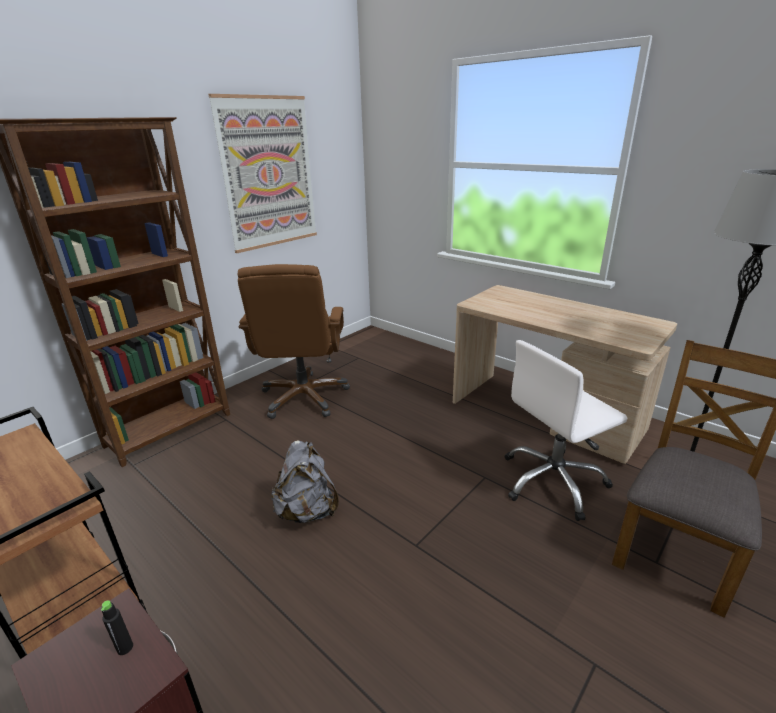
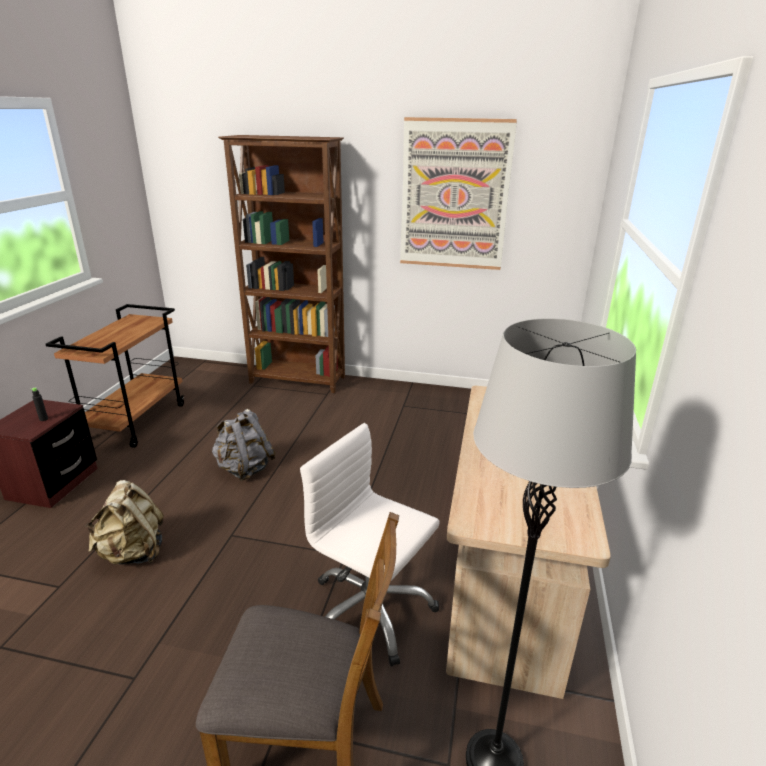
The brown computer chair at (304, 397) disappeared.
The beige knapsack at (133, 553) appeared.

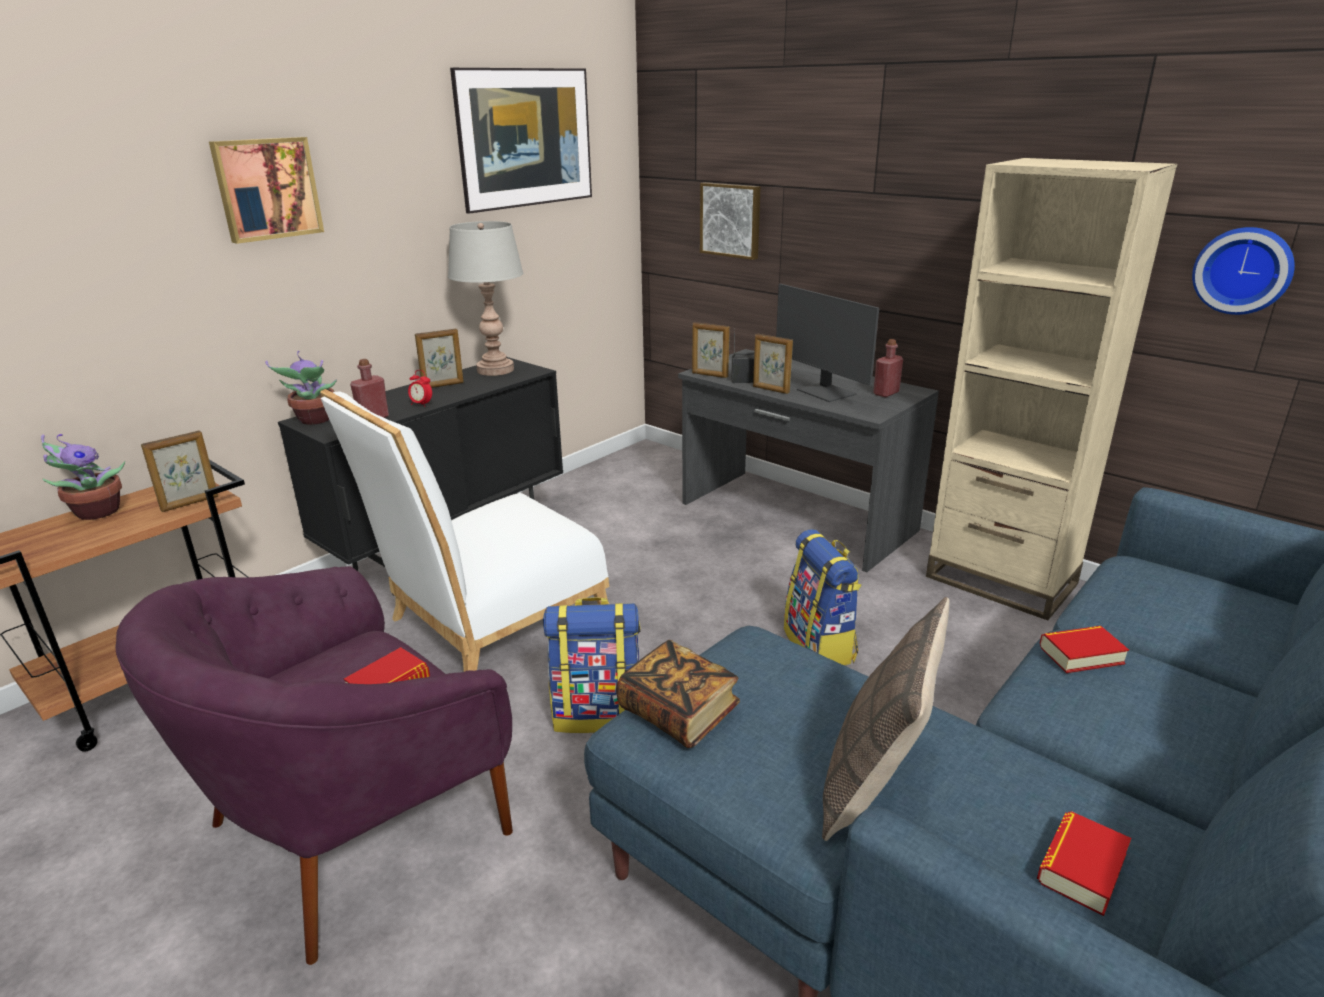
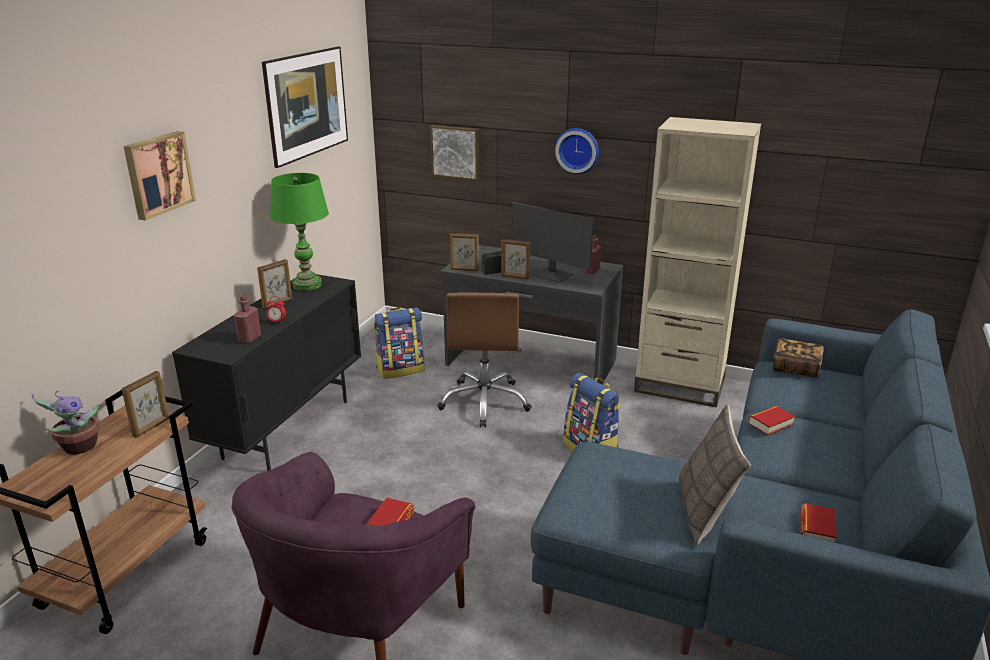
The grey table lamp at (495, 370) became the green table lamp at (307, 285).
The wall clock moved from (1243, 270) to (577, 150).
The plant in a pot at (314, 420) disappeared.
The whitish upright chair at (489, 622) disappeared.
The knapsack moved from (598, 713) to (400, 369).
The volume moved from (678, 712) to (795, 368).
The brown computer chair at (485, 402) appeared.

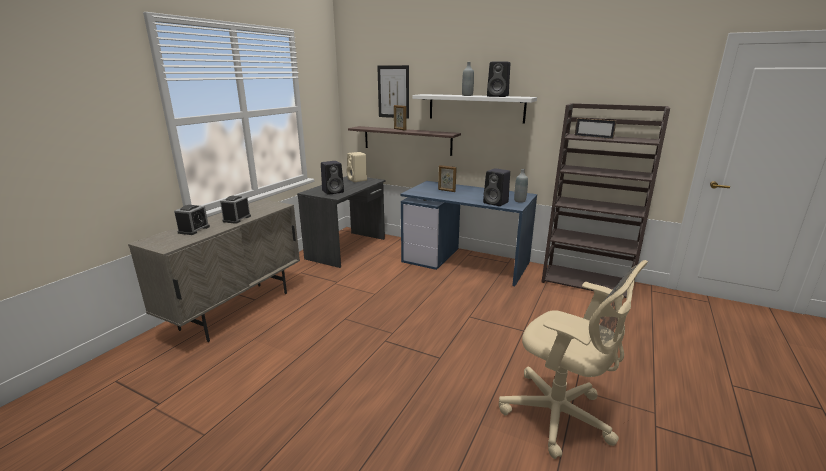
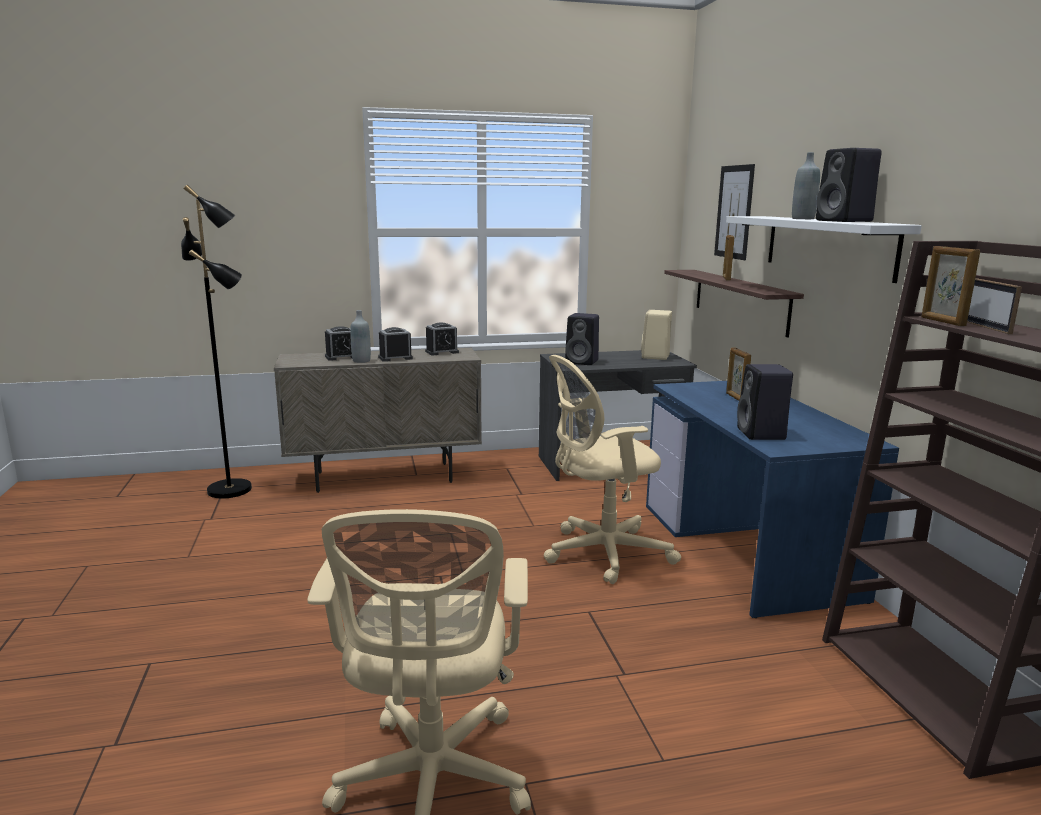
The grey beverage bottle moved from (519, 201) to (361, 361).
The blackish floor lamp at (231, 489) appeared.
The standing frame at (942, 321) appeared.
The bedside clock at (442, 352) appeared.
The beige computer chair at (601, 553) appeared.

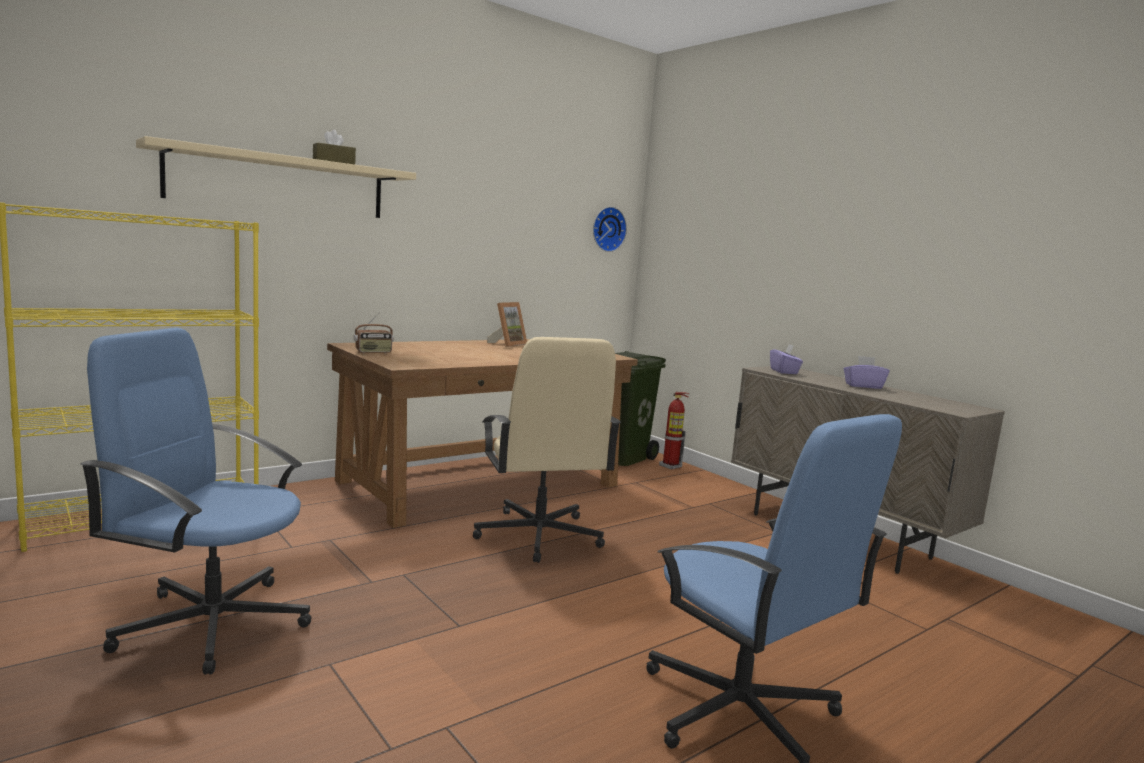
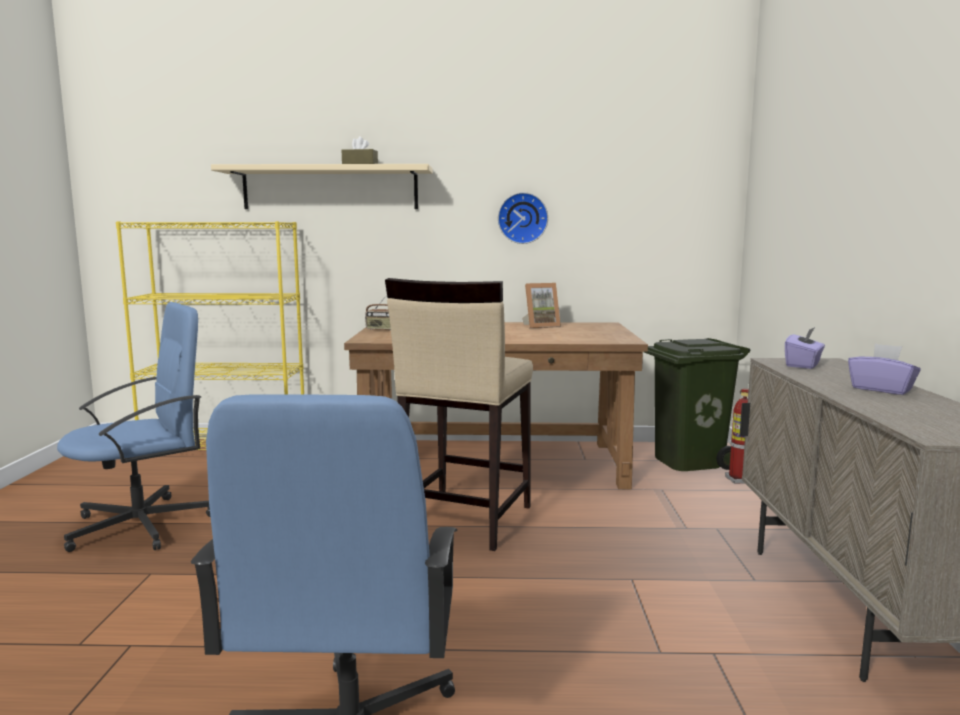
The wall clock moved from (607, 229) to (522, 218).
The blue-coloured computer chair at (211, 622) turned 90 degrees clockwise.
The beige computer chair at (538, 536) was replaced by the beige stool seat at (463, 519).

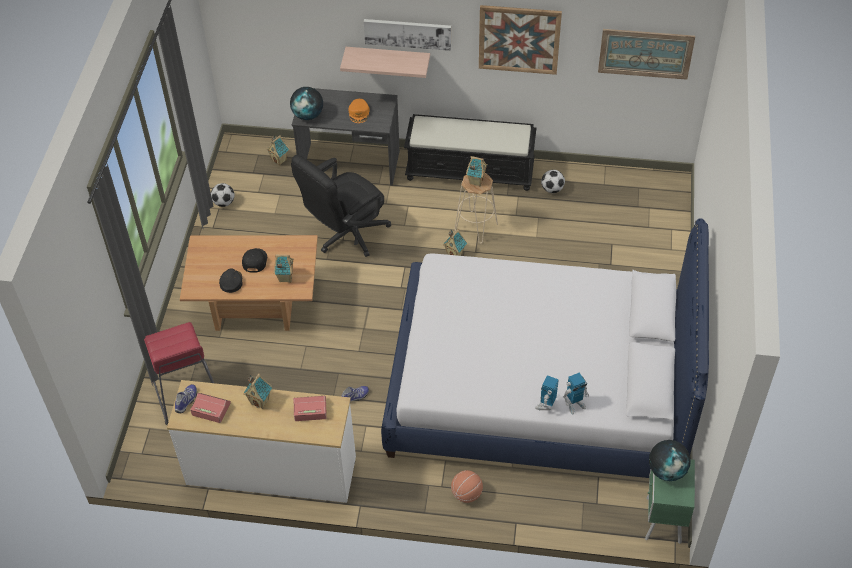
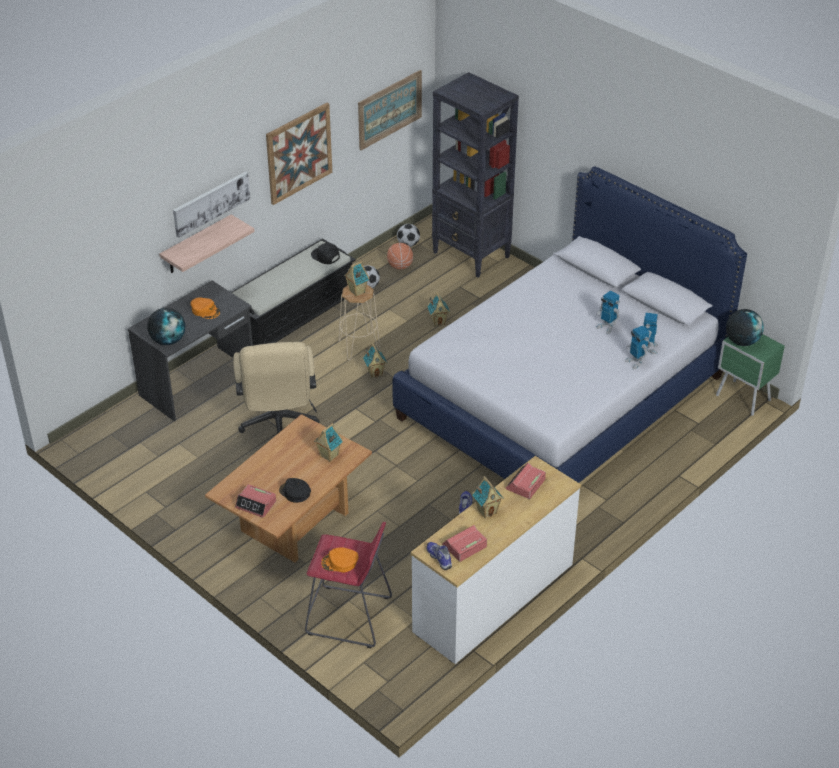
The miniature house moved from (279, 160) to (438, 322).
The blackish computer chair at (345, 235) became the beige computer chair at (278, 426).
The ball for football moved from (224, 203) to (408, 244).
The blackish peaked cap moved from (254, 261) to (325, 256).
The ball for basketball moved from (466, 494) to (400, 266).
The blackish shelving unit at (471, 255) appeared.
The toy robot at (606, 327) appeared.
The bedside clock at (256, 504) appeared.
The orange-coloured peaked cap at (339, 563) appeared.

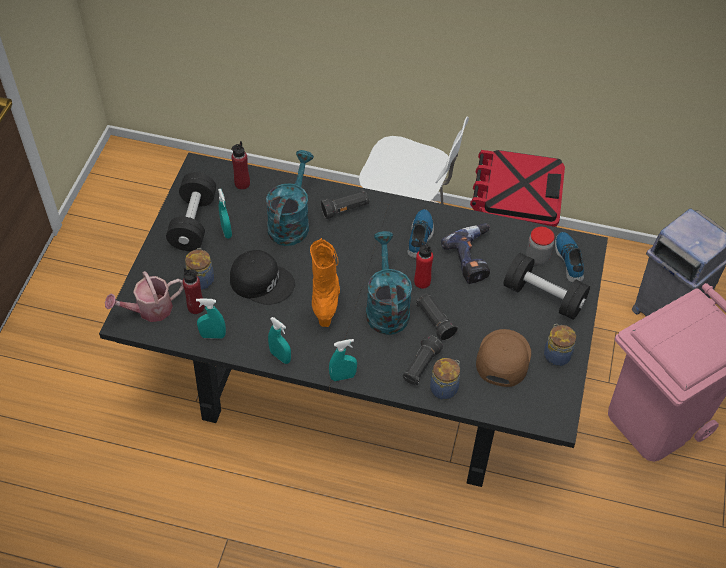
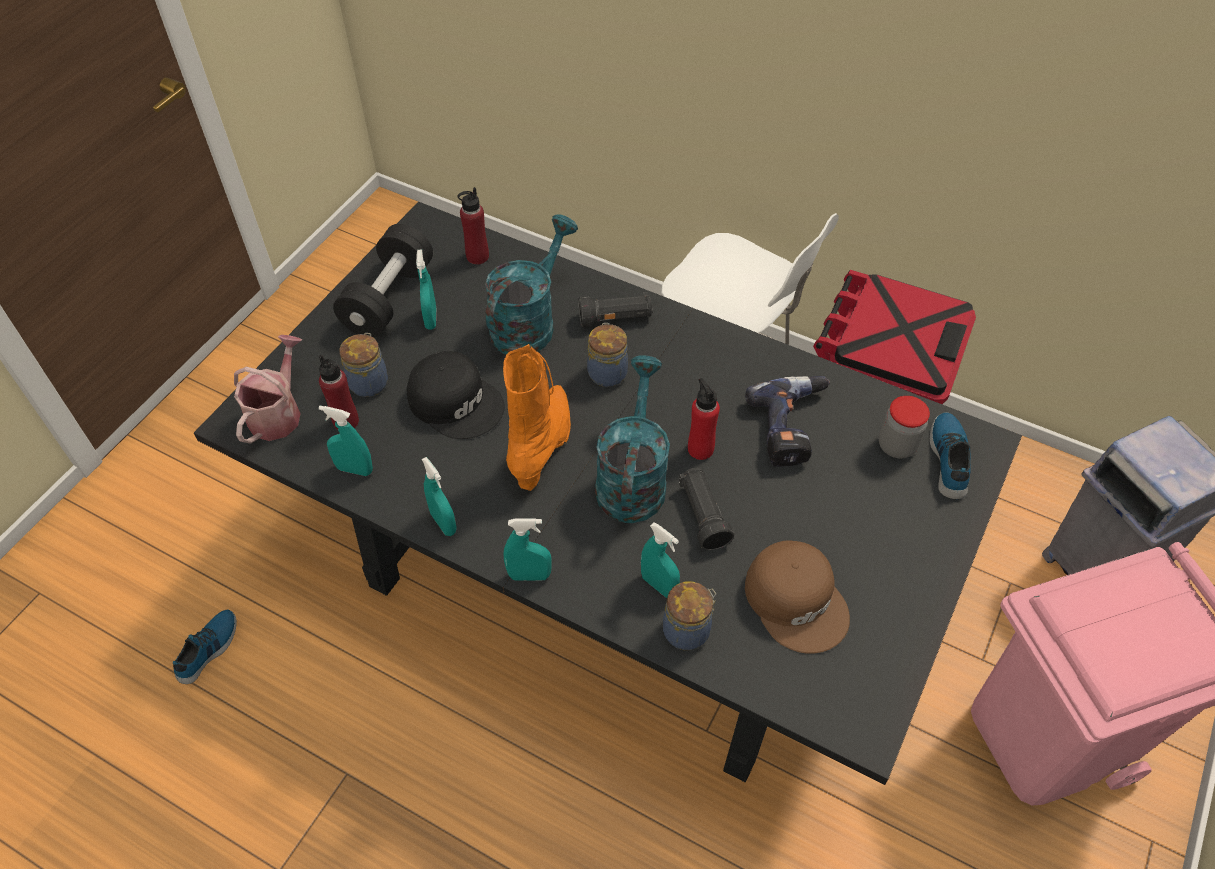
The low shoe moved from (421, 236) to (209, 649).
The blackish free weight at (543, 297) disappeared.
The watering can at (149, 310) turned 120 degrees clockwise.
The jar moved from (556, 354) to (607, 372).
The brown peaked cap at (502, 358) turned 120 degrees clockwise.
The blackish torch at (420, 366) was replaced by the turquoise-coloured hand sprayer at (659, 585).

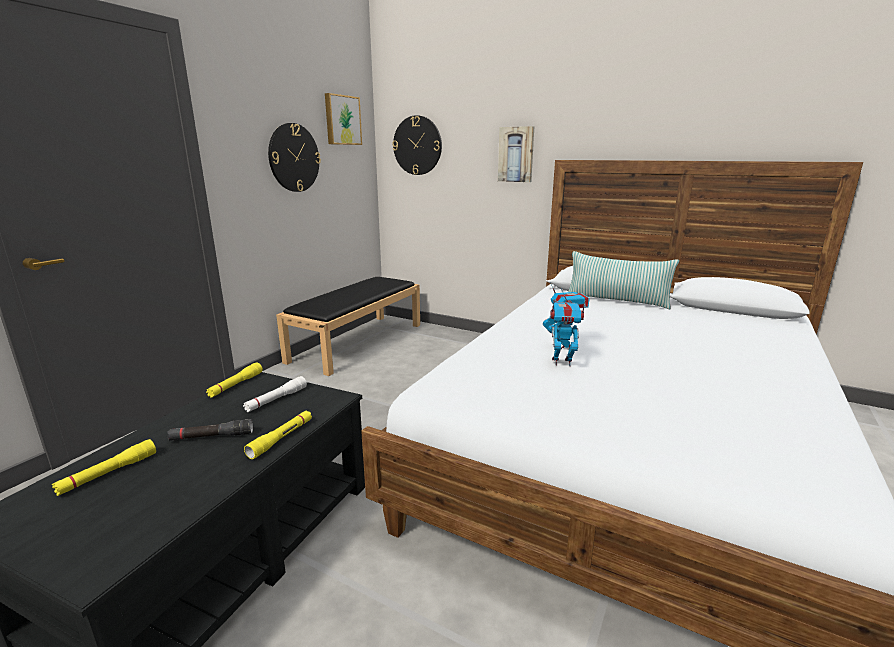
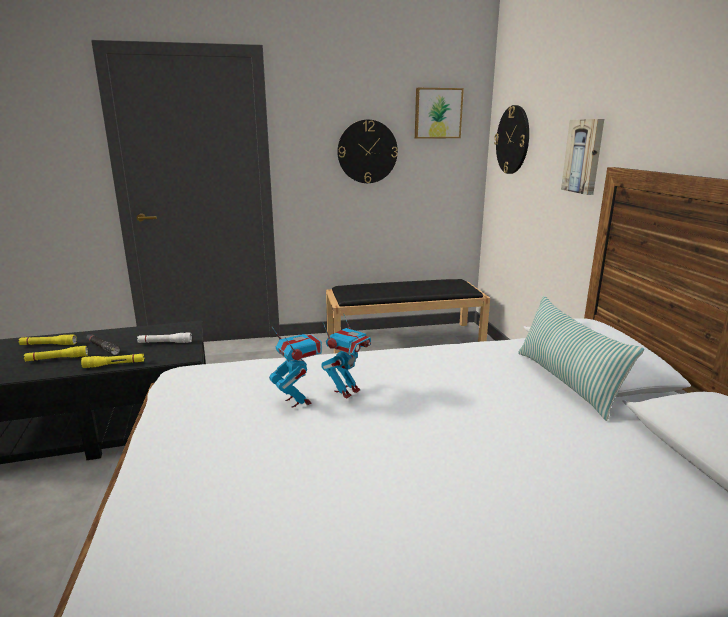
The yellow torch moved from (236, 385) to (57, 358).

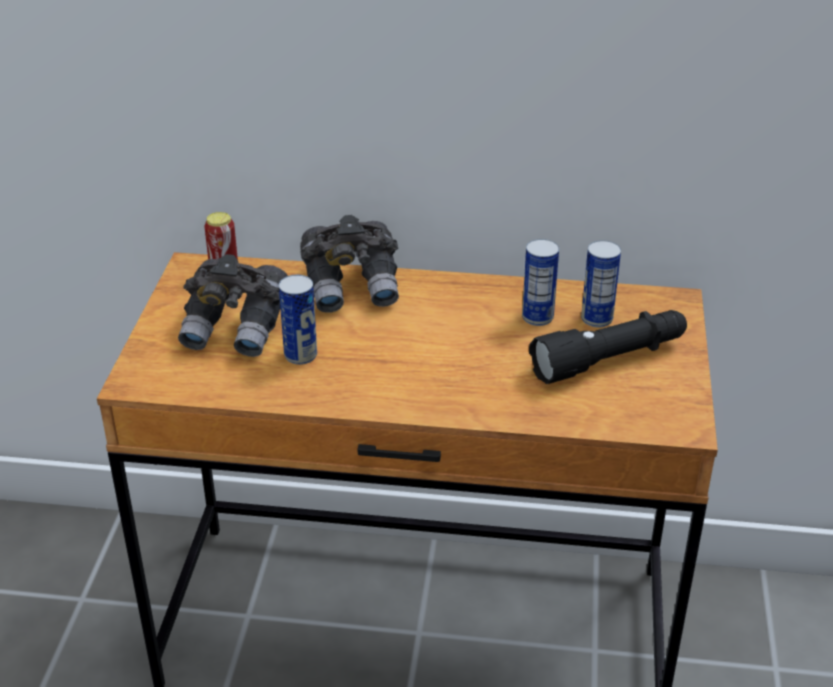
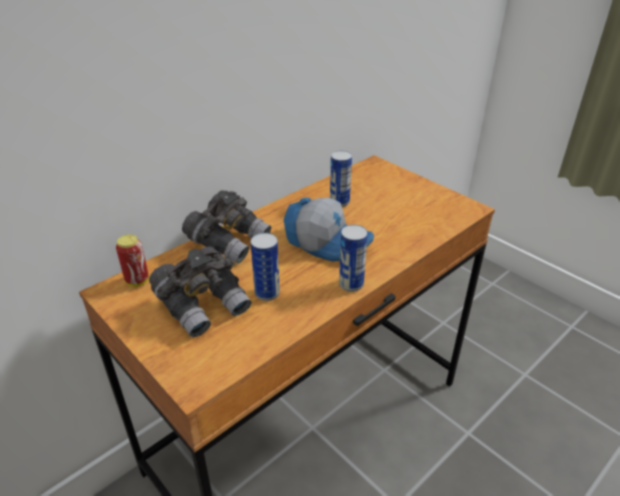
The metal can moved from (596, 319) to (351, 284).
The blackish torch at (610, 360) disappeared.
The peaked cap at (327, 241) appeared.

